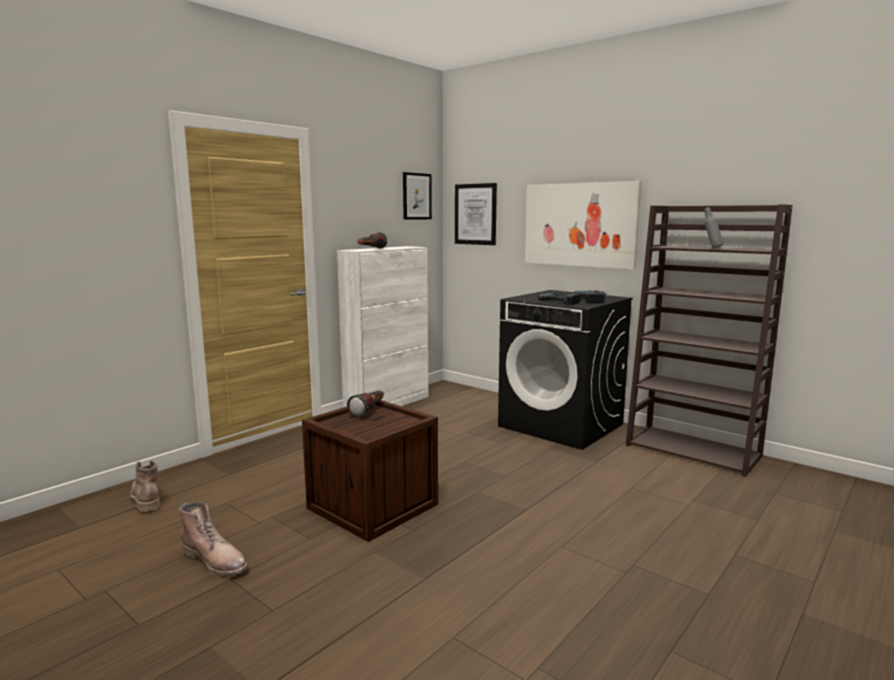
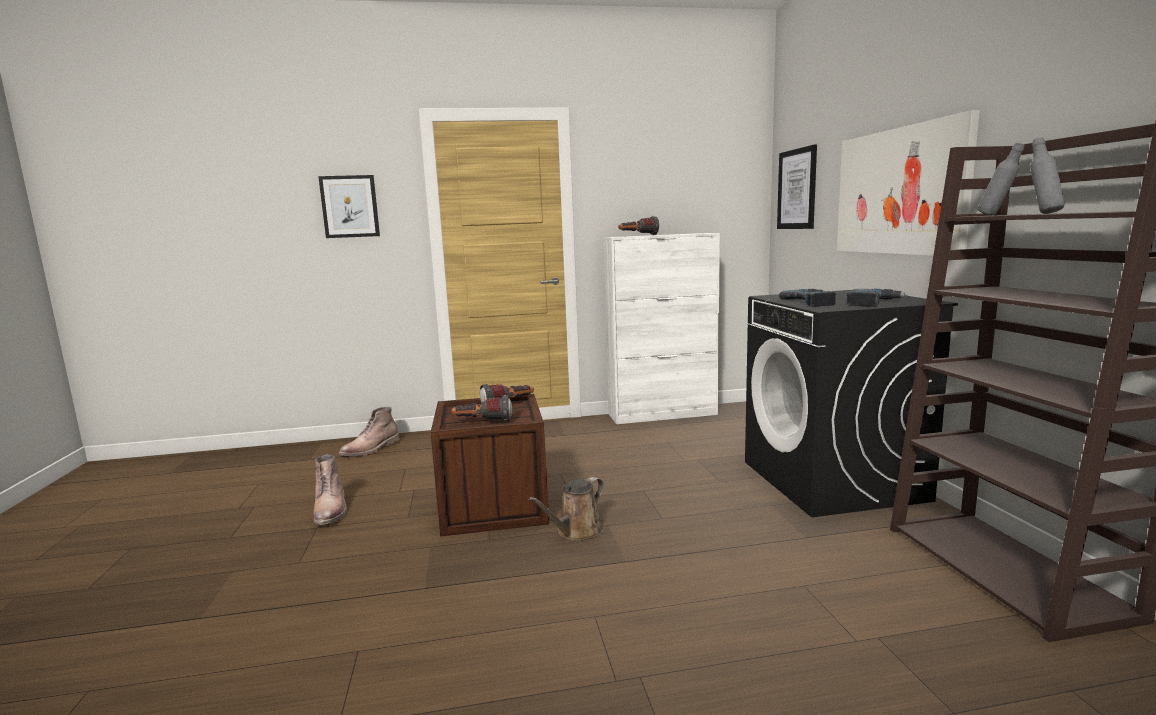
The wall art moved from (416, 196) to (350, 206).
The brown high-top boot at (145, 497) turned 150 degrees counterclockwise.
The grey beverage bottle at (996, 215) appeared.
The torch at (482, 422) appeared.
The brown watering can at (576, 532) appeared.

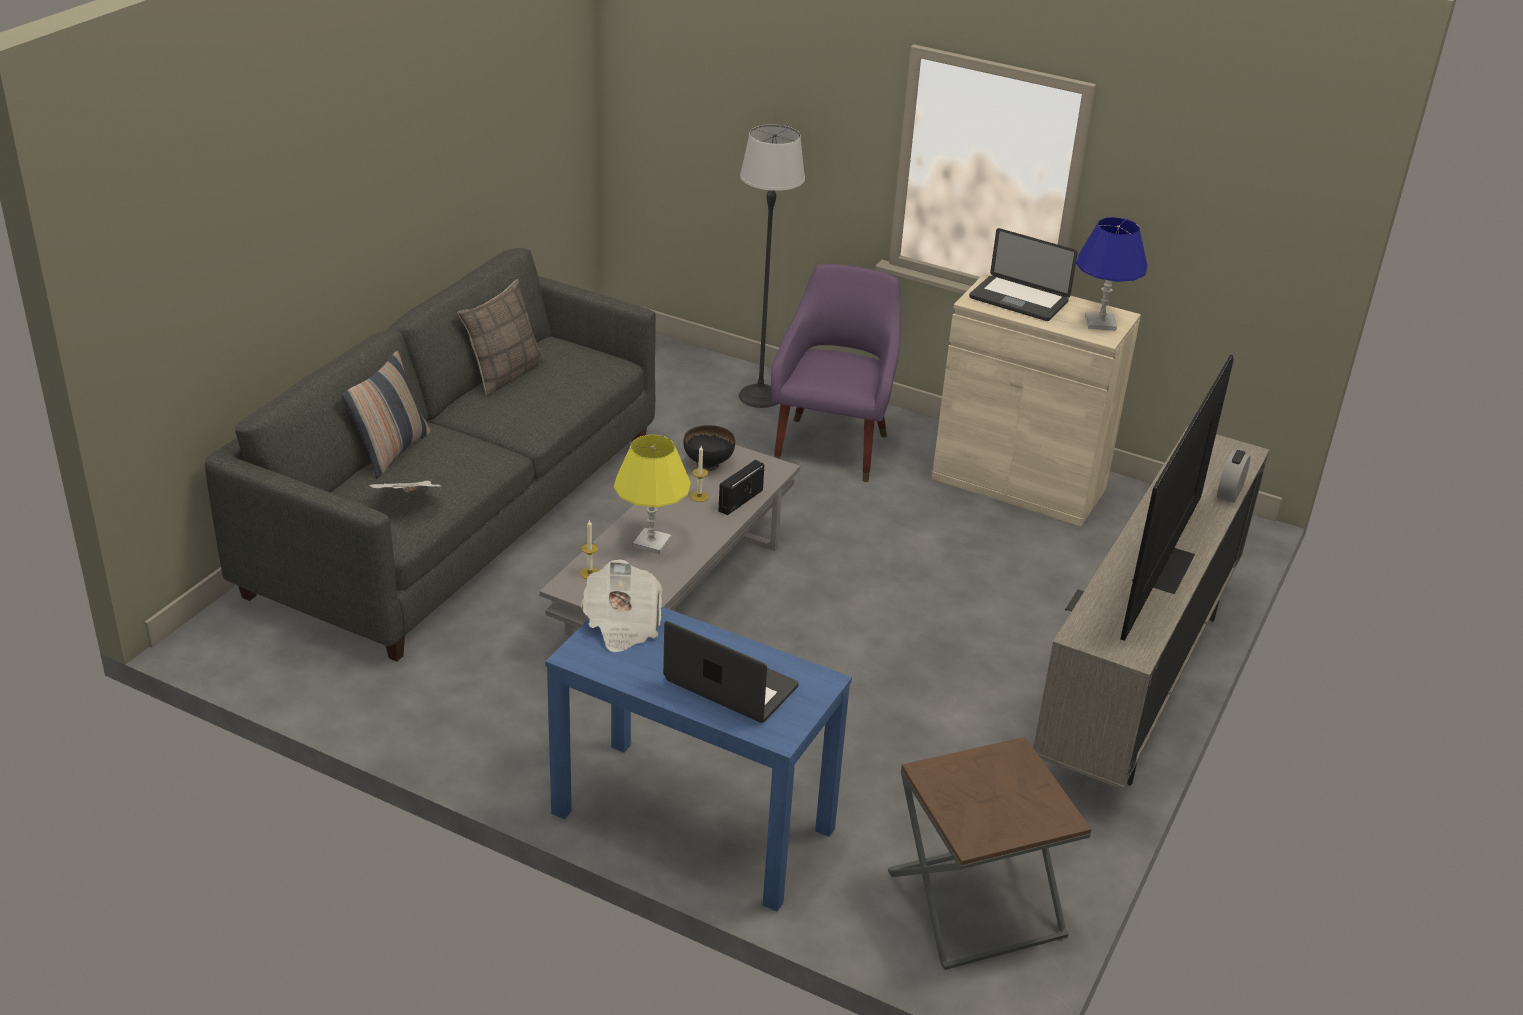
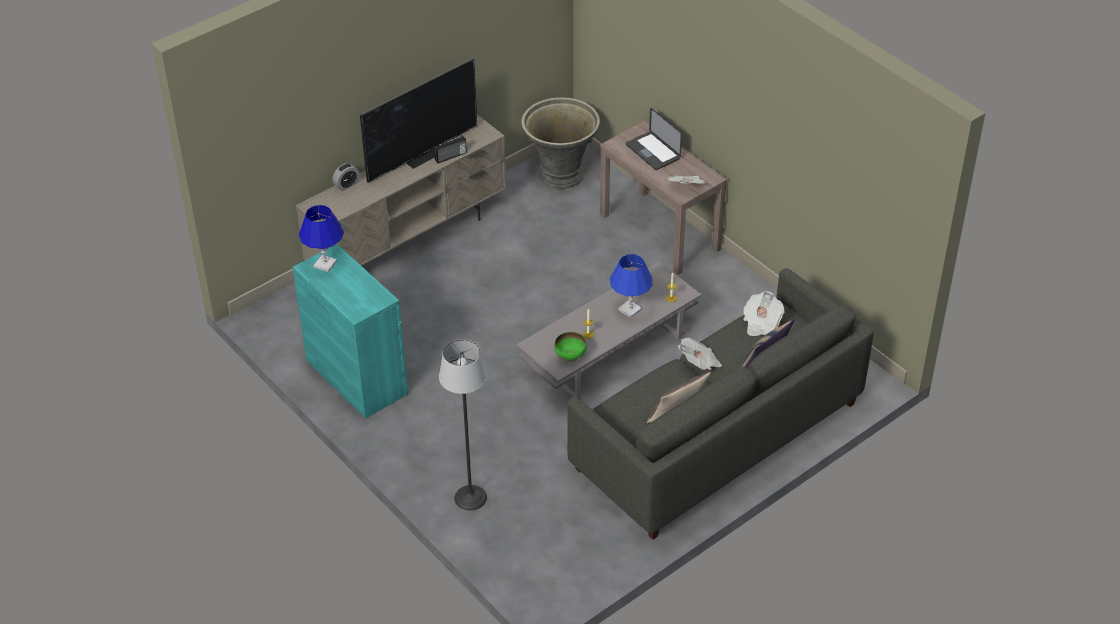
The portable computer at (1018, 300) disappeared.
The purple-coloured easy chair at (833, 445) disappeared.
The beige cupboard at (1019, 484) became the turquoise-coloured cupboard at (356, 377).
The blackish bowl at (708, 465) became the green bowl at (570, 356).
The yellow table lamp at (651, 542) became the blue-coloured table lamp at (630, 309).
The radio receiver moved from (739, 500) to (451, 157).
The blue-coloured narrow table at (691, 821) became the brown narrow table at (660, 232).
The brown accent table at (976, 904) was replaced by the grey planter at (561, 174).
The printed paper at (699, 363) appeared.

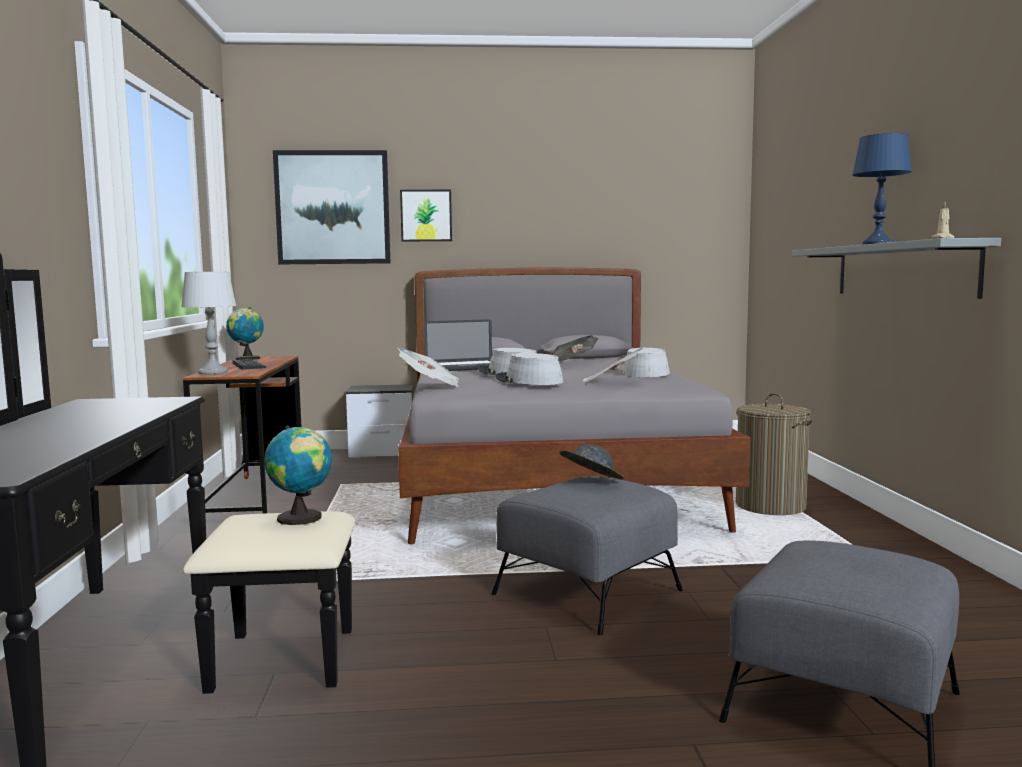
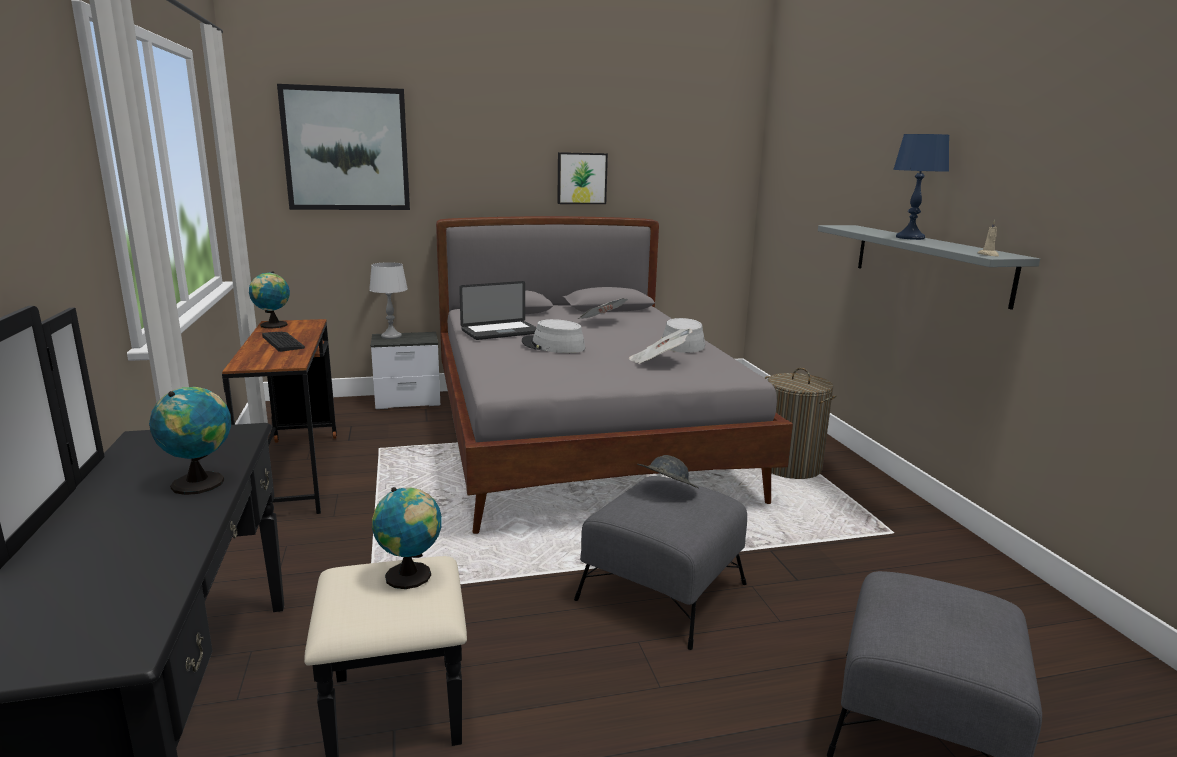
The wall art moved from (426, 215) to (581, 178).
The grey table lamp moved from (213, 373) to (391, 336).
The printed paper at (430, 385) disappeared.
The grey hat at (528, 381) disappeared.
The world globe at (201, 482) appeared.

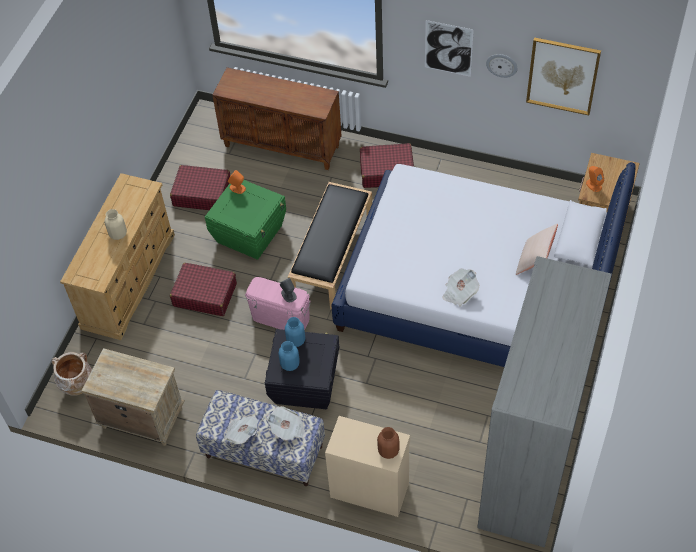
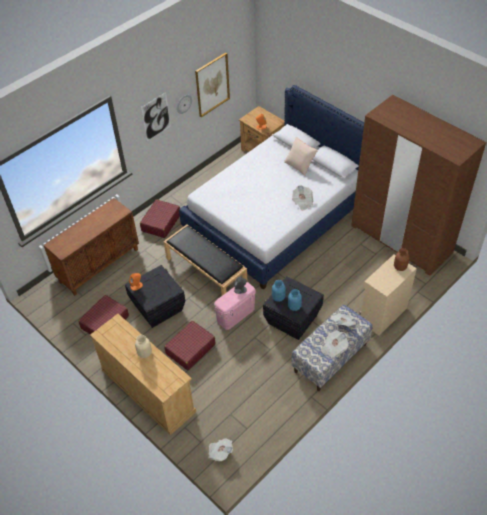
The green storage bin at (250, 233) became the blackish storage bin at (158, 307).
The grey armoire at (529, 465) became the brown armoire at (401, 239).
The beige night table at (141, 418) disappeared.
The beige vase at (78, 387) was replaced by the printed paper at (220, 452).

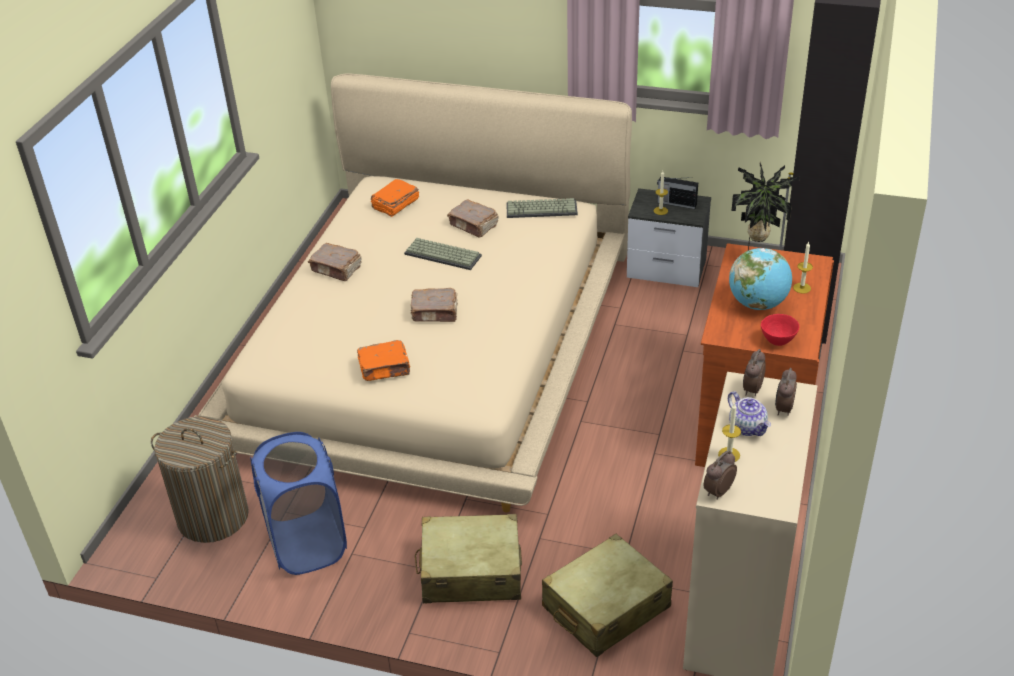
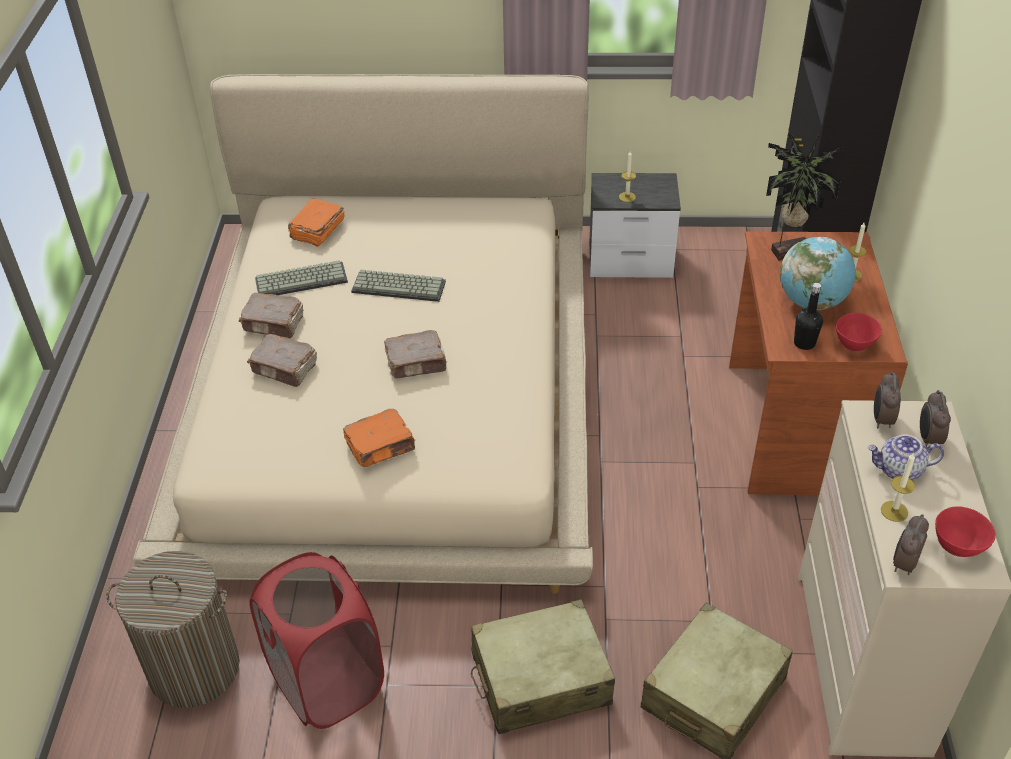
The radio receiver at (676, 203) disappeared.
The computer keyboard moved from (542, 209) to (302, 279).
The brown volume moved from (474, 226) to (285, 369).
The teapot at (748, 427) turned 135 degrees clockwise.
The blue-coloured hamper at (307, 544) became the red hamper at (327, 682).
The blackish beverage bottle at (804, 343) appeared.
The red bowl at (958, 547) appeared.

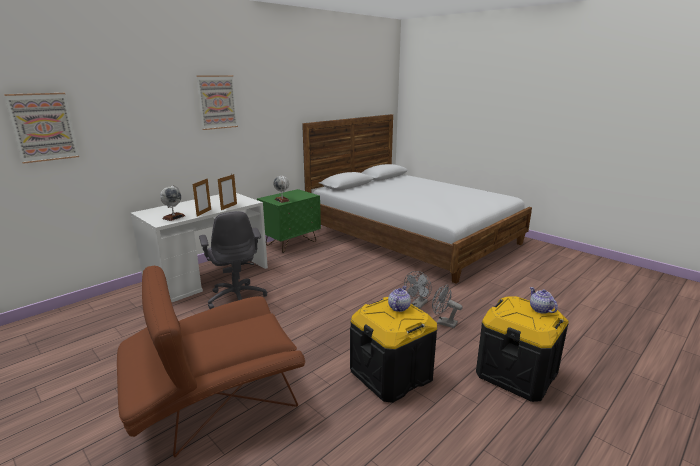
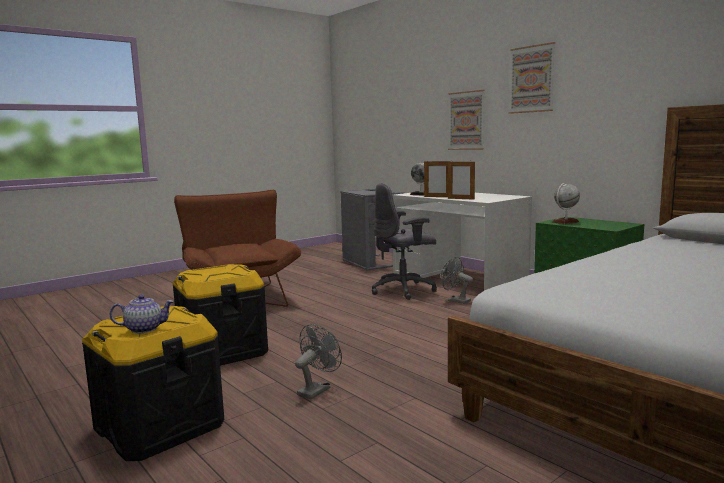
The wall art moved from (43, 127) to (466, 120).
The grey electric fan moved from (418, 305) to (455, 300).
The teapot at (398, 307) disappeared.
The grey hamper at (367, 263) appeared.

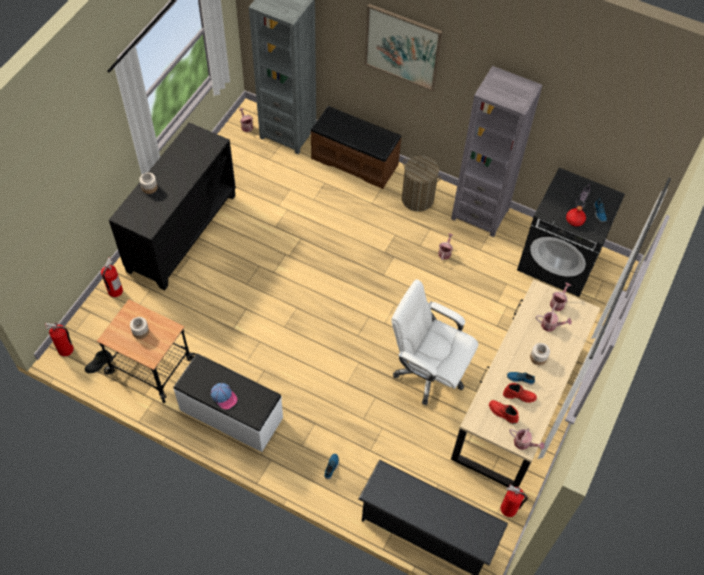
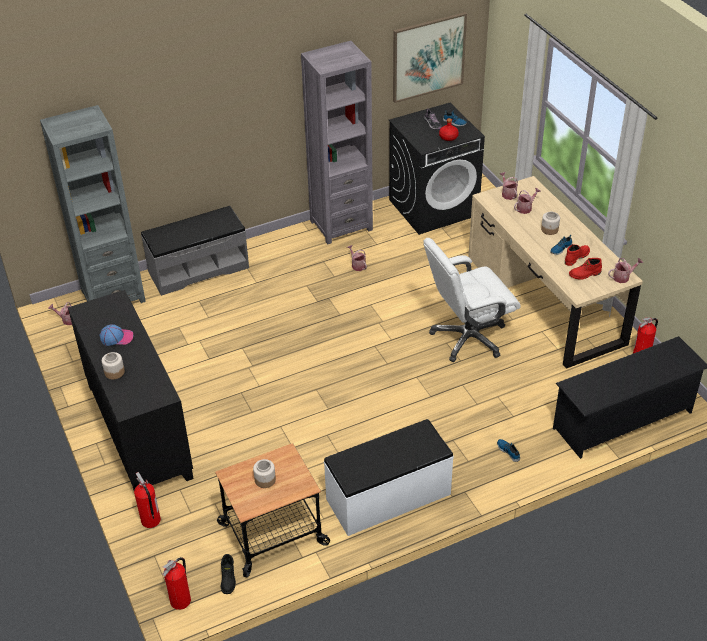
The wall art moved from (402, 47) to (428, 57).
The brown bench at (355, 161) became the grey bench at (198, 269).
The hamper at (417, 199) disappeared.
The peaked cap moved from (224, 397) to (117, 338).

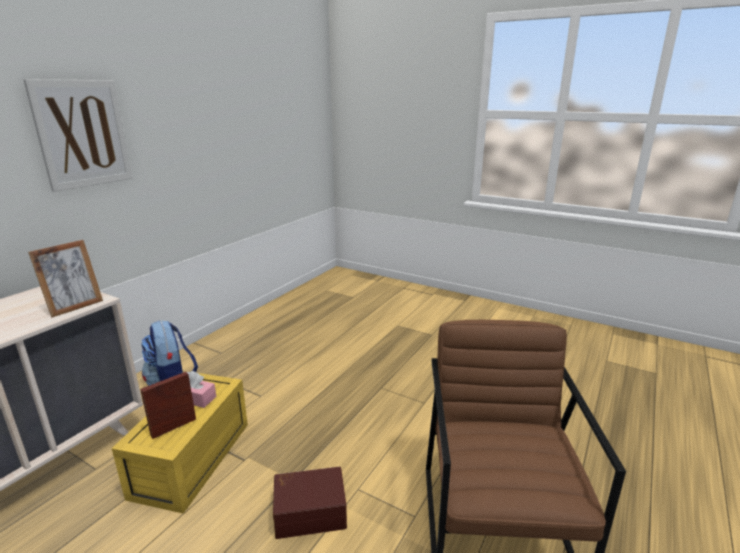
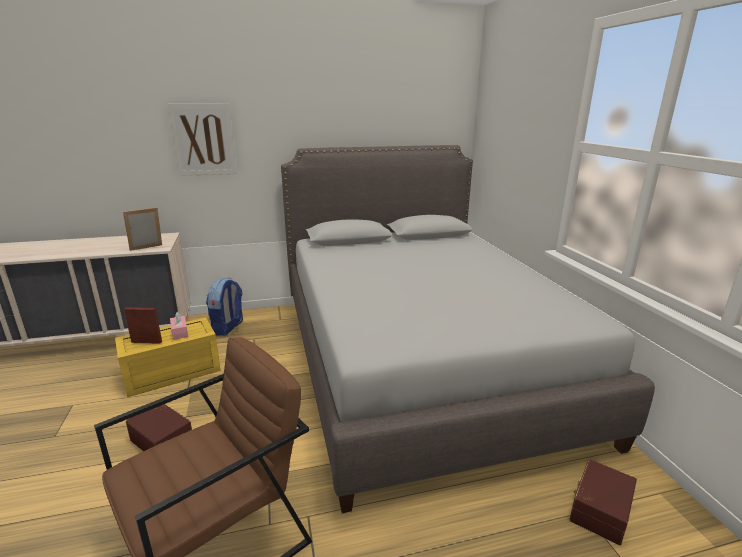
The standing frame at (75, 307) turned 150 degrees clockwise.
The grey bed at (419, 361) appeared.
The brown storage bin at (598, 509) appeared.

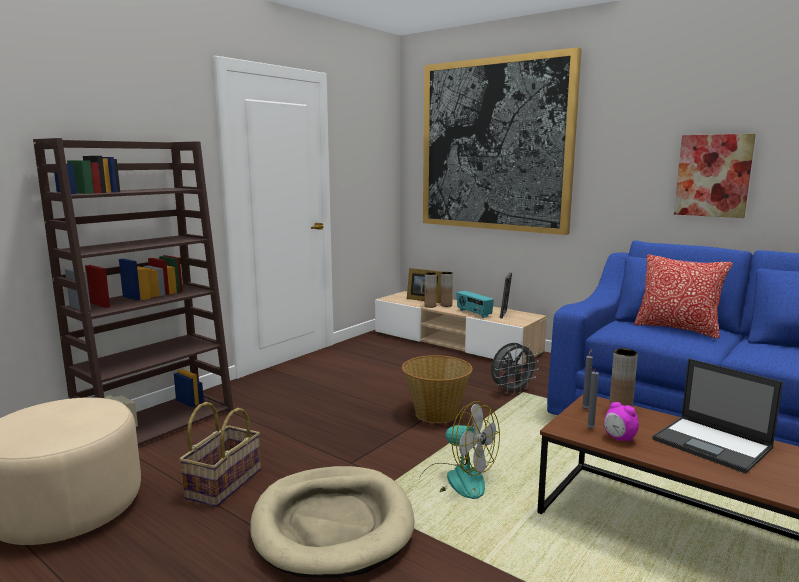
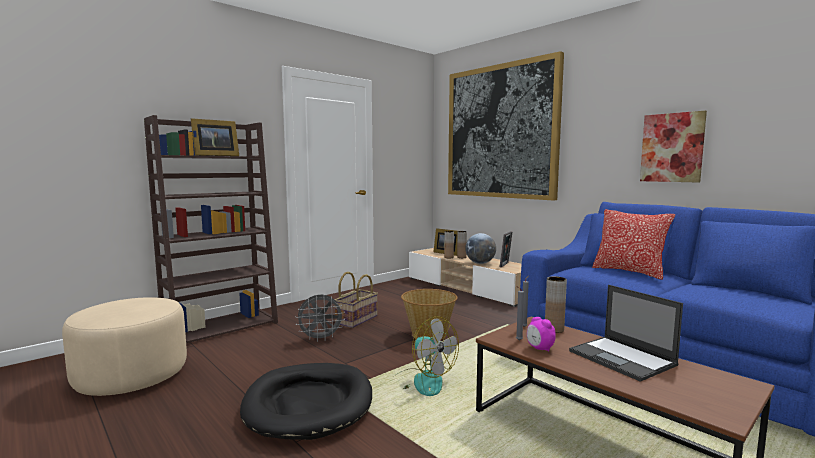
The radio receiver at (473, 313) was replaced by the world globe at (480, 263).
The grey electric fan moved from (512, 391) to (320, 339).
The storage basket moved from (223, 483) to (356, 319).
The beige dog cushion at (333, 524) became the blackish dog cushion at (309, 404).
The standing frame at (214, 155) appeared.

